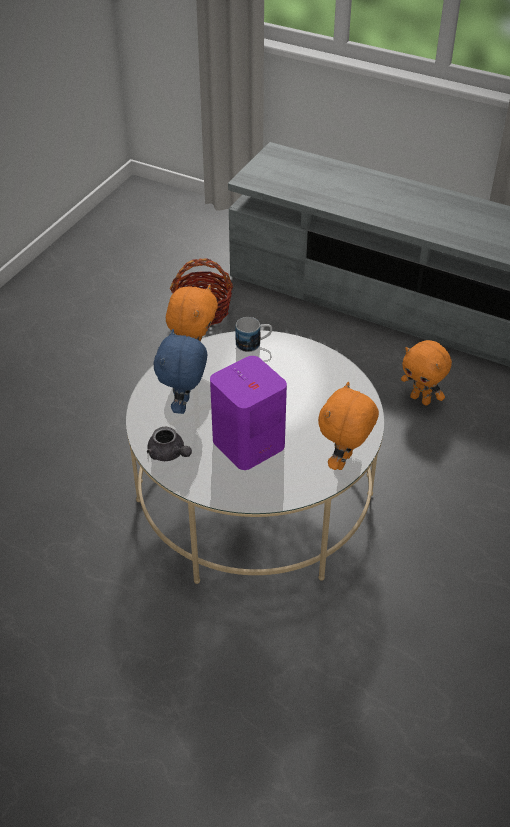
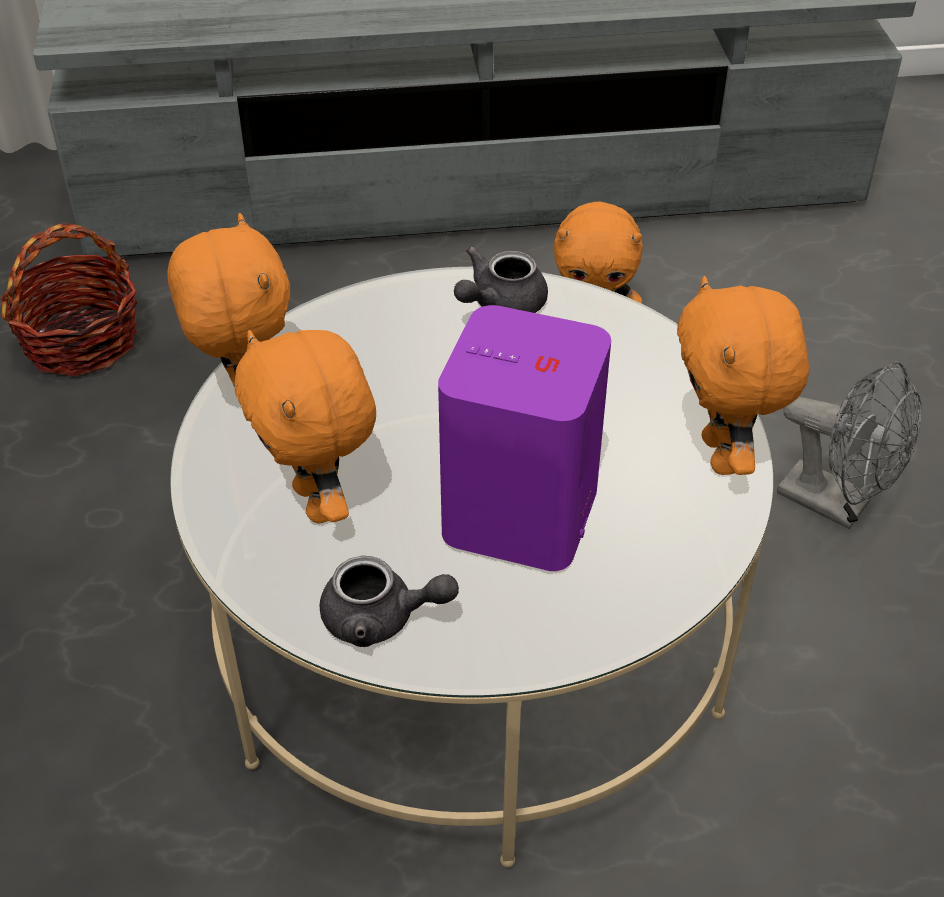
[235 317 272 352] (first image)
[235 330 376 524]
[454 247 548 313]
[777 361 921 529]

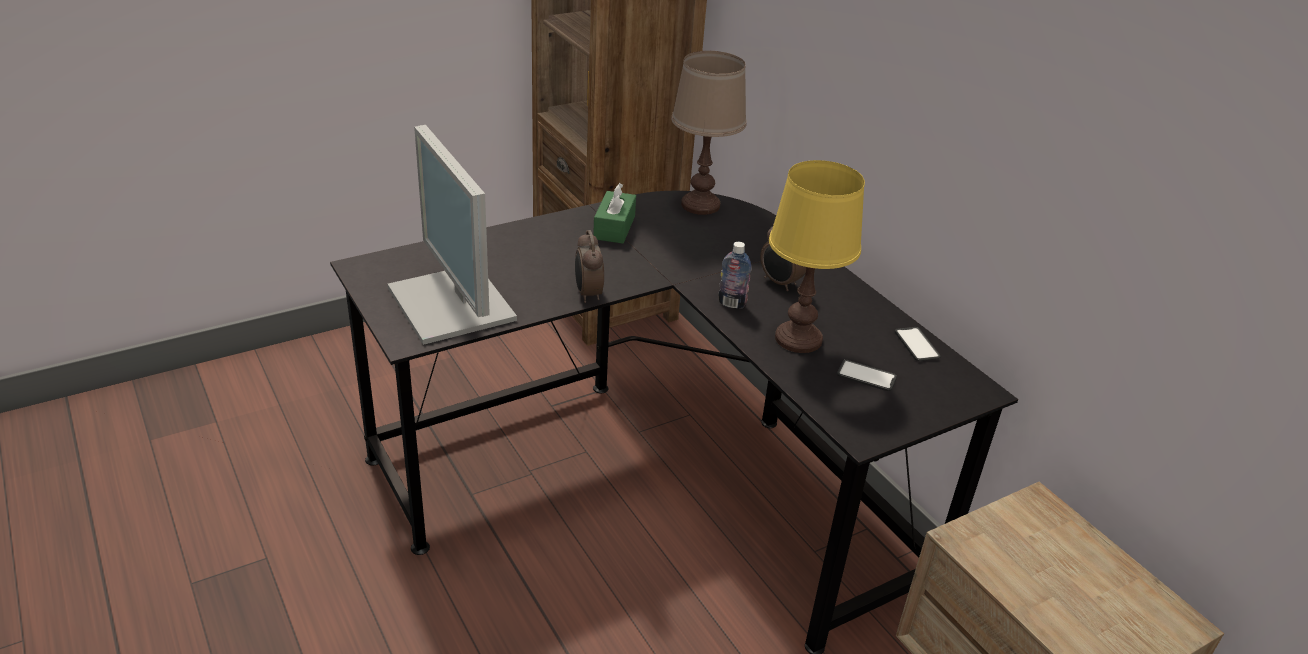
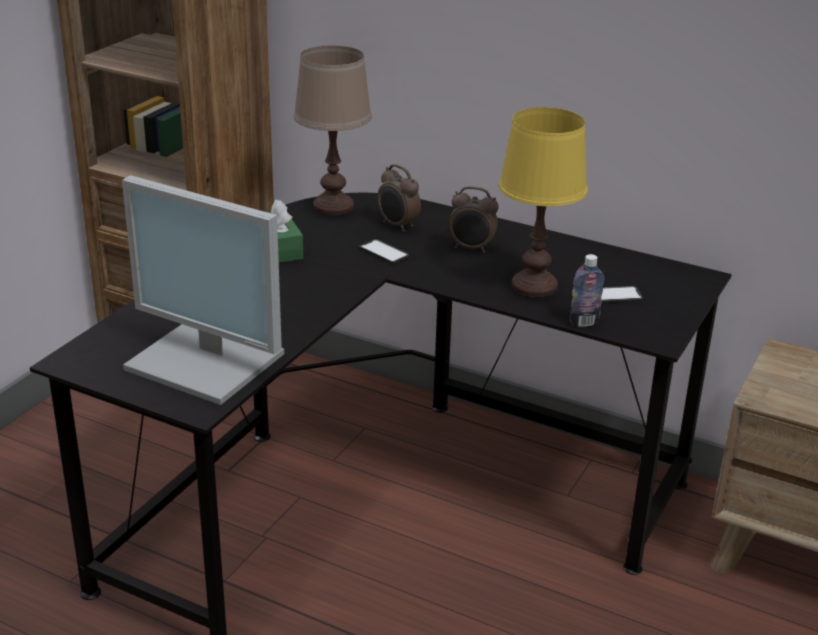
[377 164 421 232]
[570 254 604 327]
[359 239 409 264]

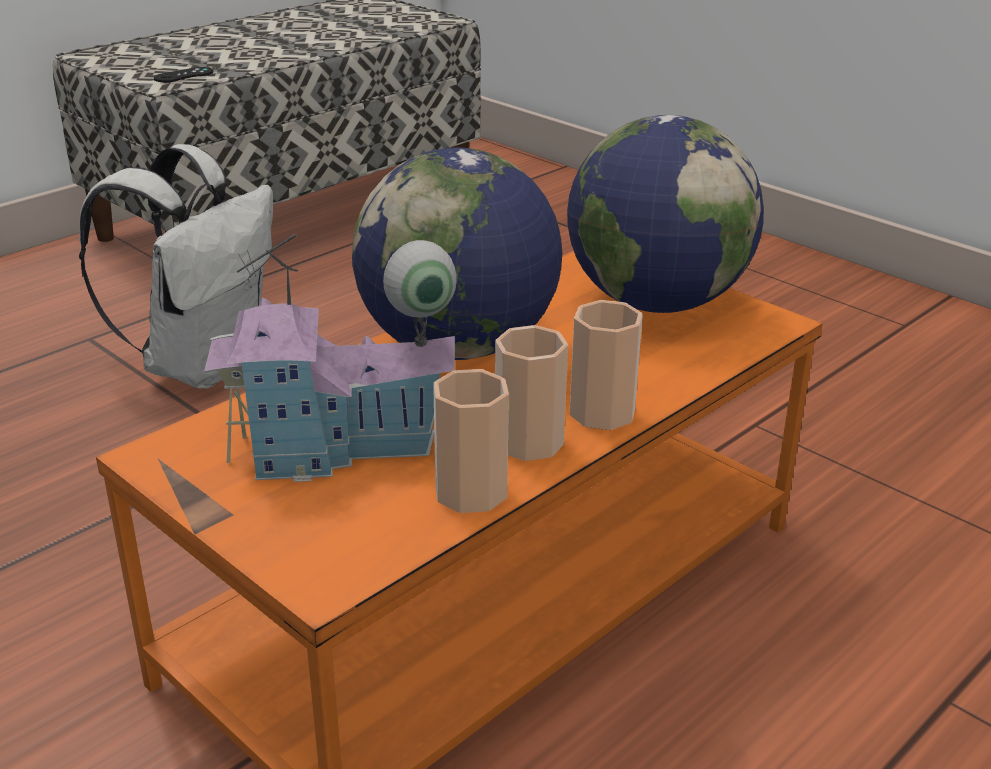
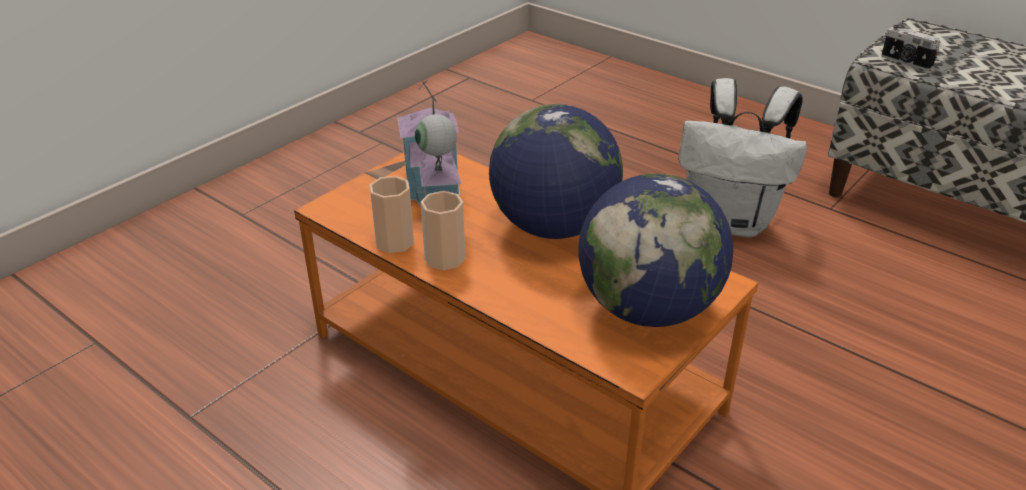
[881 25 940 71]
[569 300 643 430] (first image)

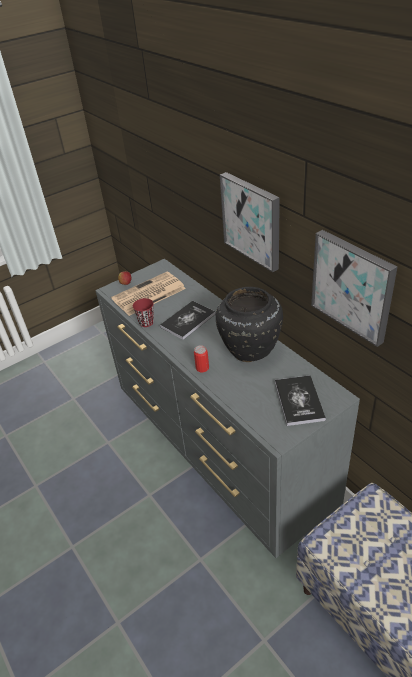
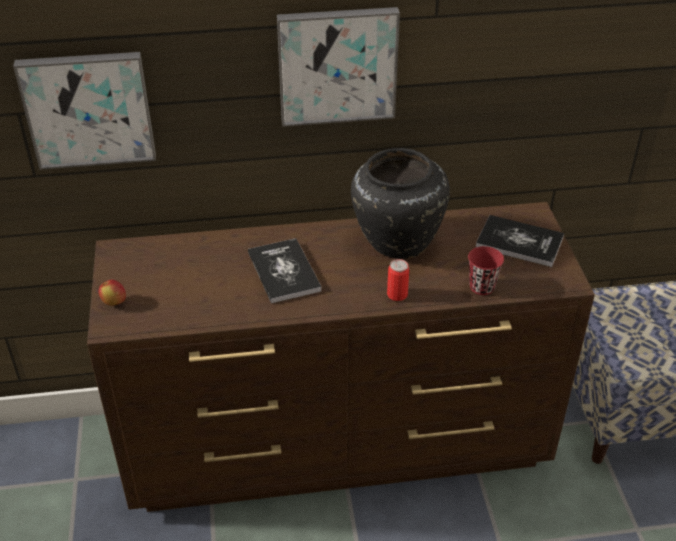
[13 52 156 170]
[87 202 595 512]
[111 272 186 316] (first image)
[468 246 504 295]

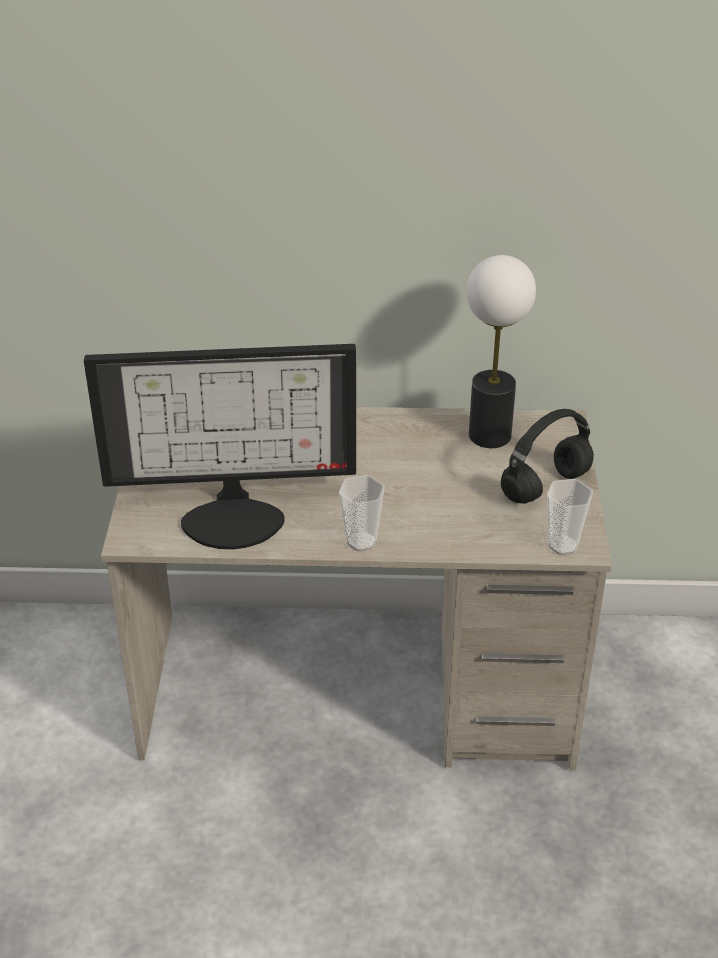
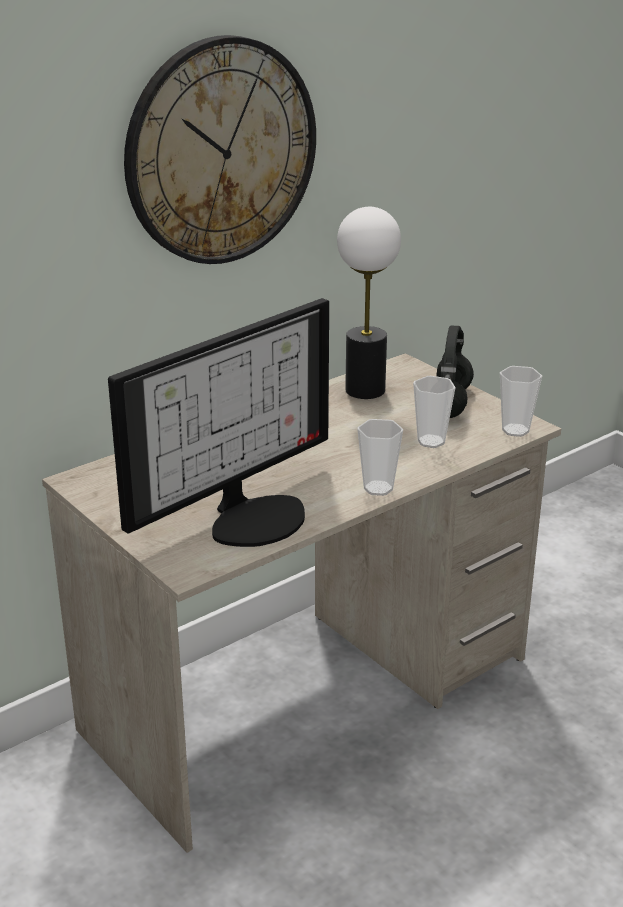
[124 35 316 264]
[413 376 456 448]

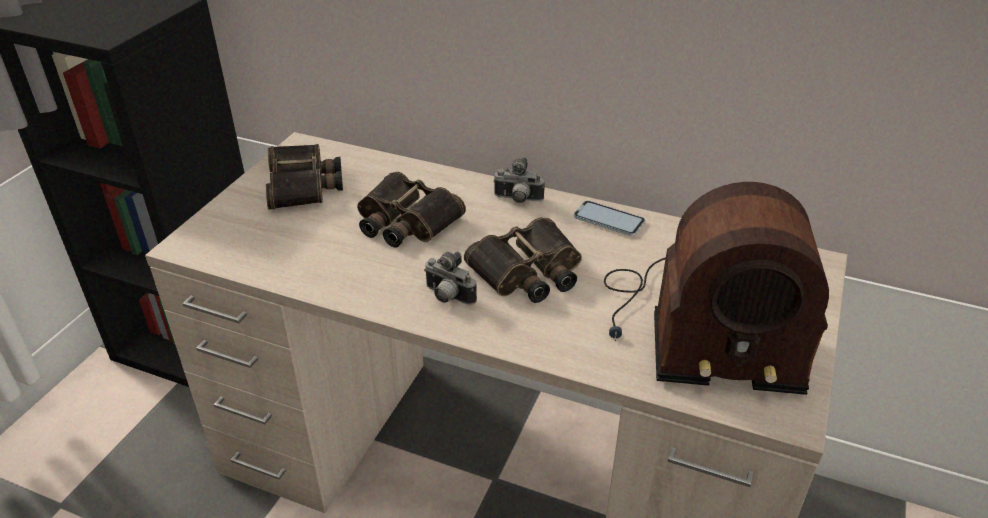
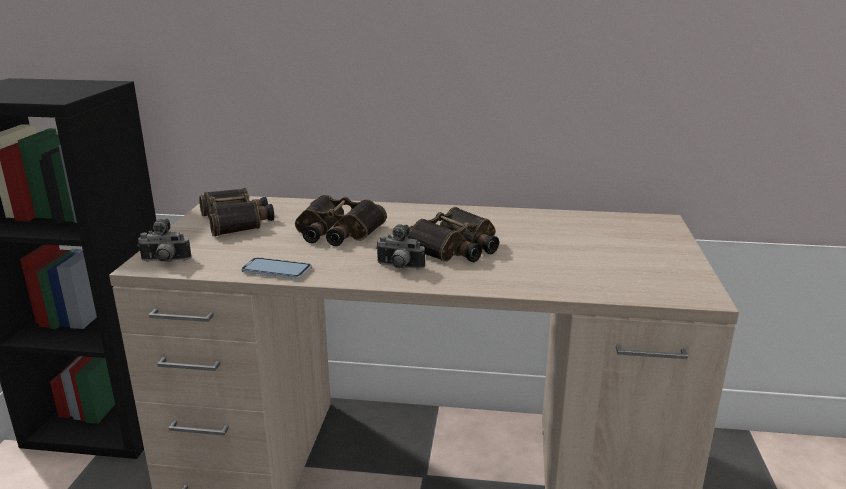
[137 219 191 262]
[604 182 829 395] (first image)
[241 257 312 279]

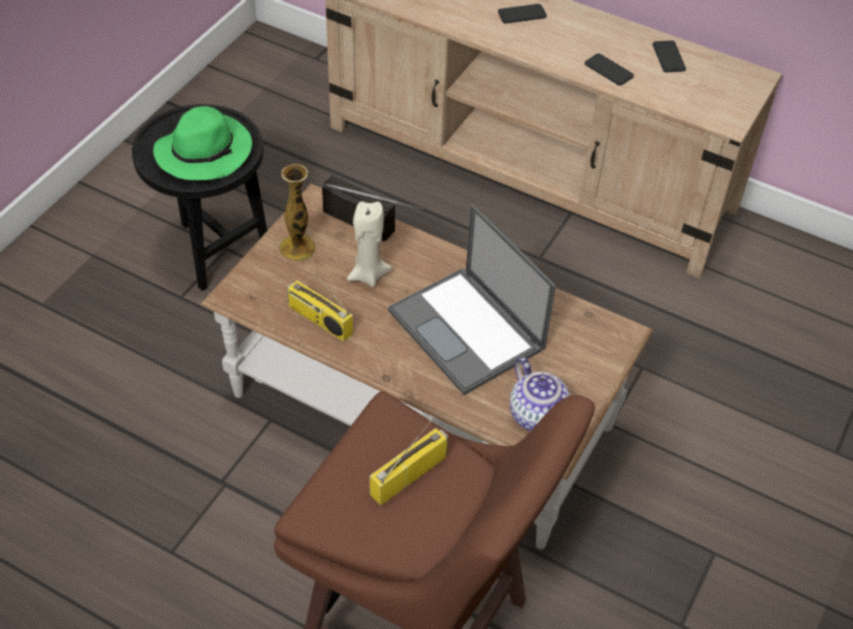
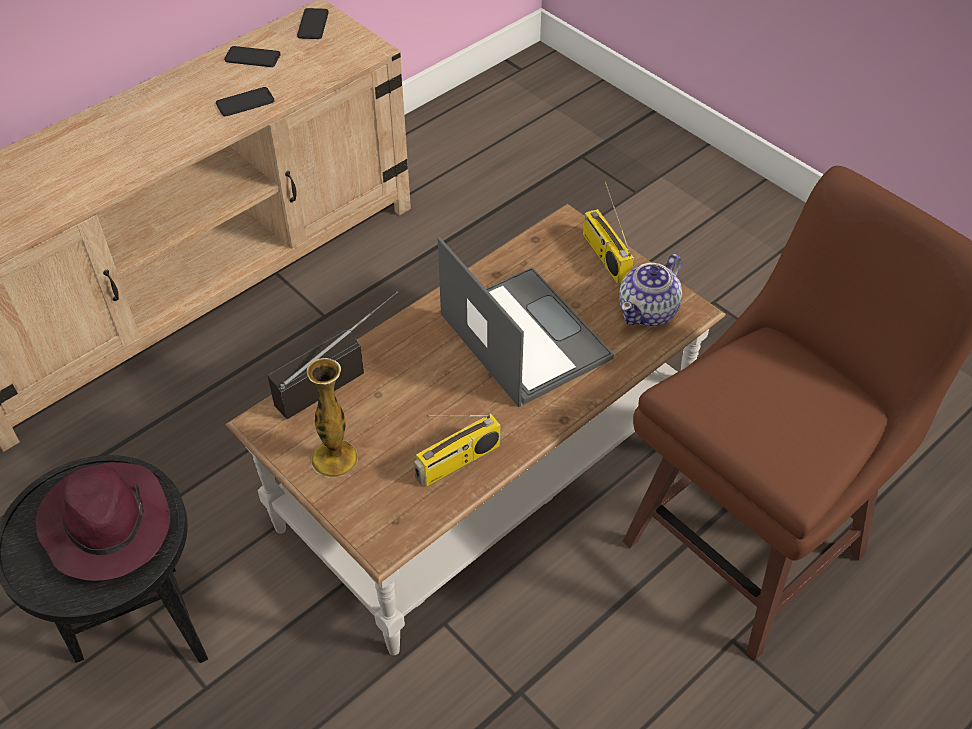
[297 8 329 39]
[36 462 170 581]
[347 201 392 287] (first image)
[438 237 614 407]
[619 254 682 326]
[583 181 634 284]

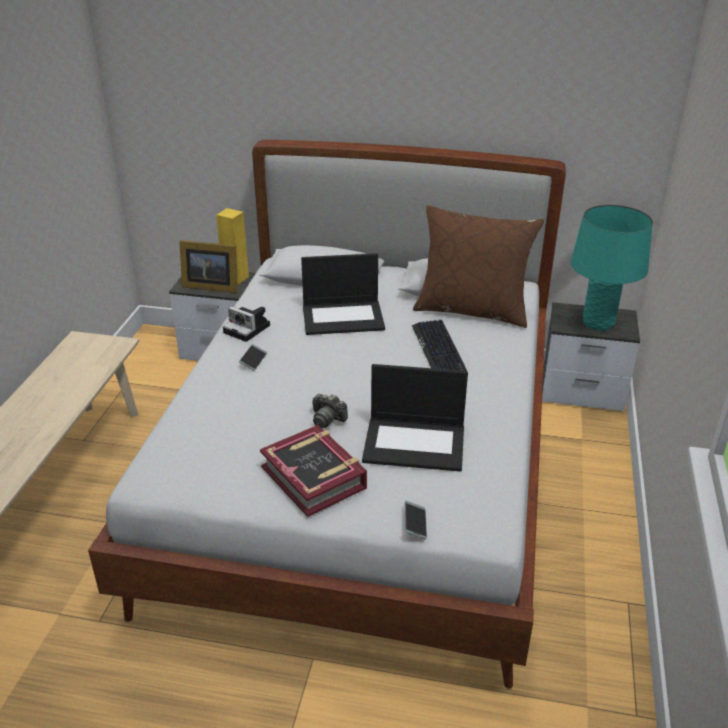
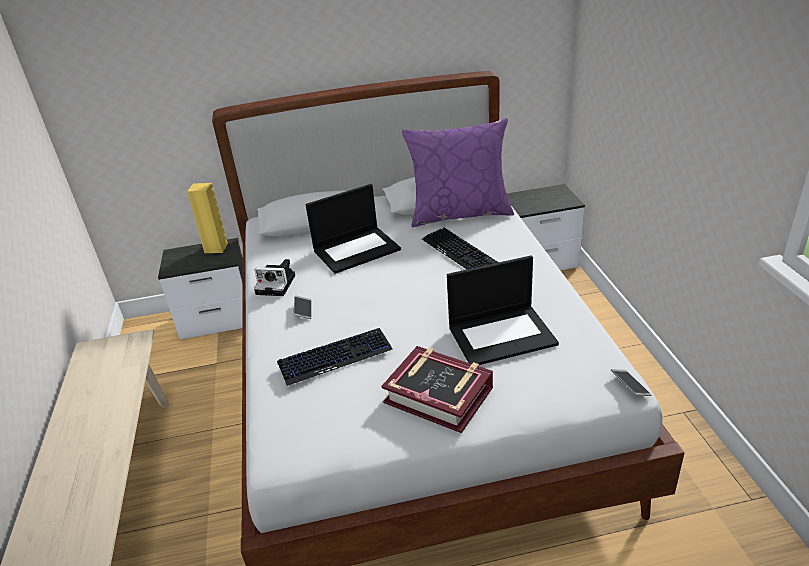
[402 118 514 227]
[571 205 653 331] (first image)
[179 240 237 293] (first image)
[312 394 348 428] (first image)
[611 369 651 396]
[277 328 393 386]

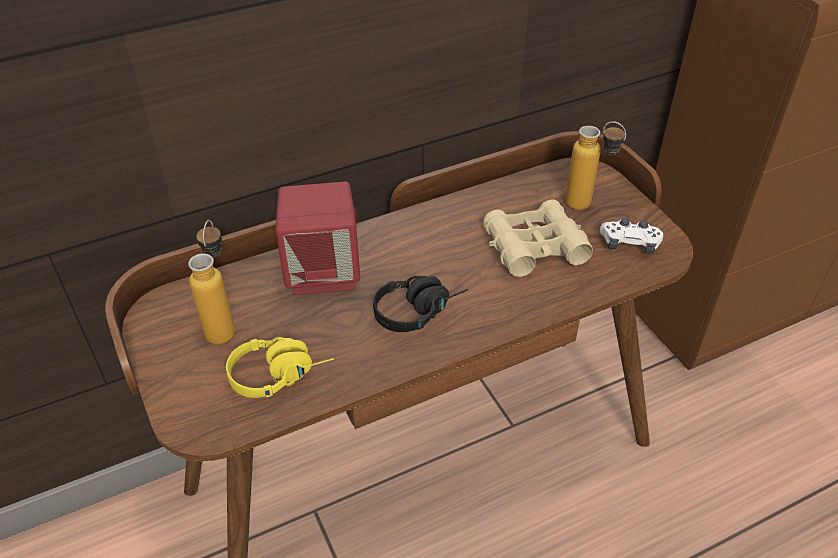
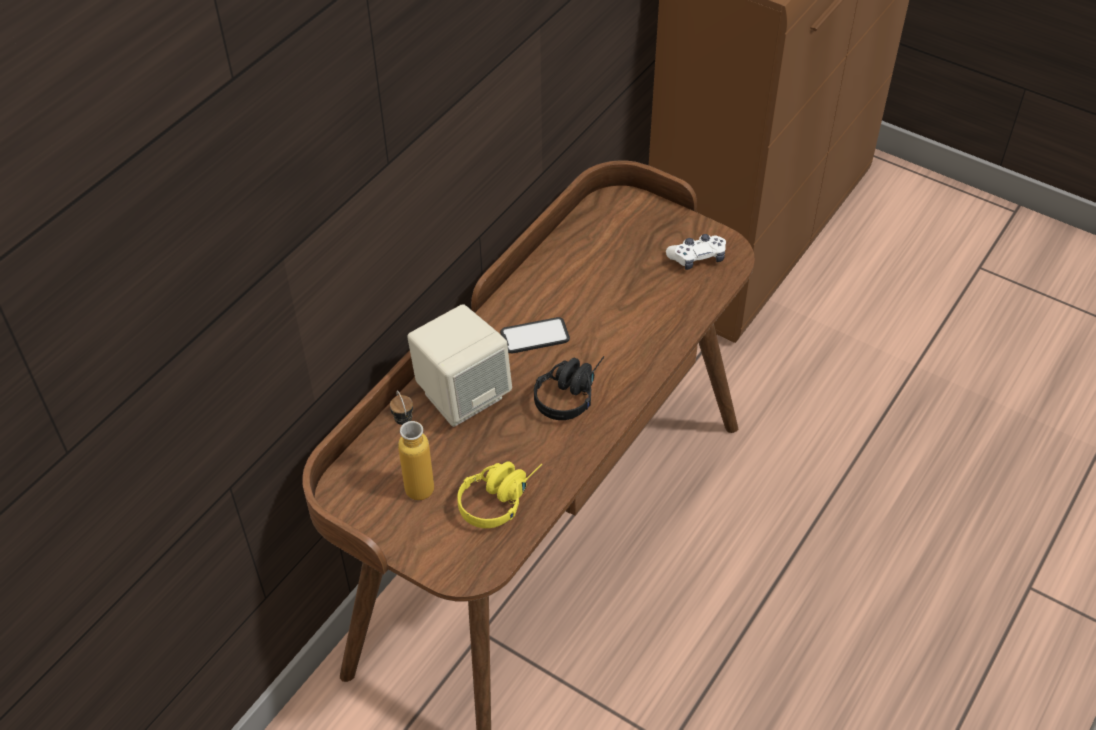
[565 121 626 210] (first image)
[407 304 512 427]
[483 199 593 277] (first image)
[500 317 570 353]

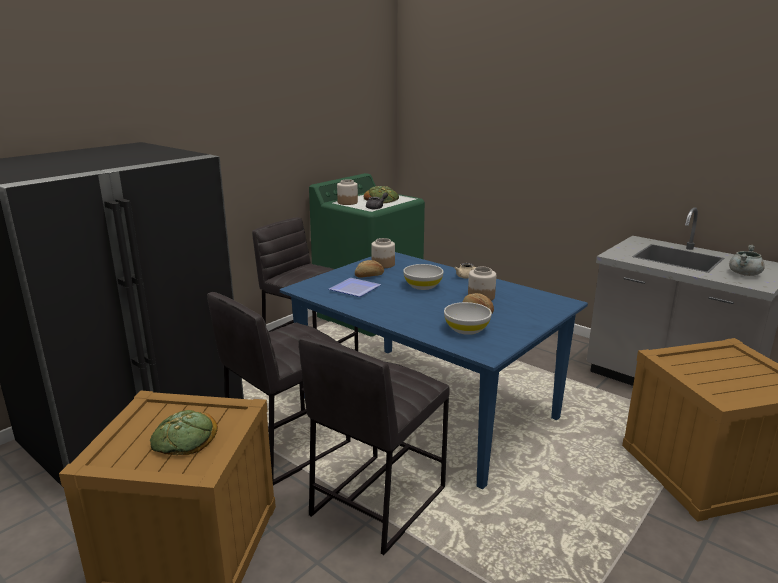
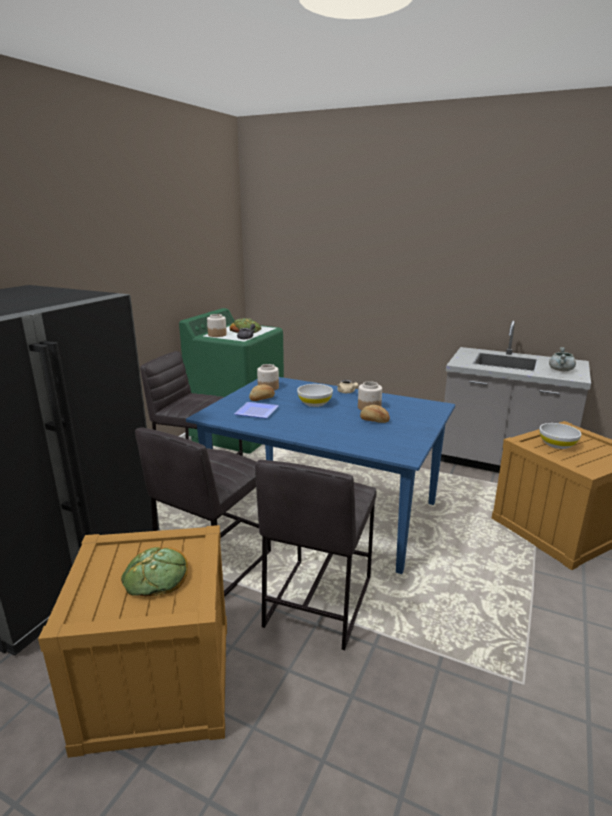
[539 423 581 449]

